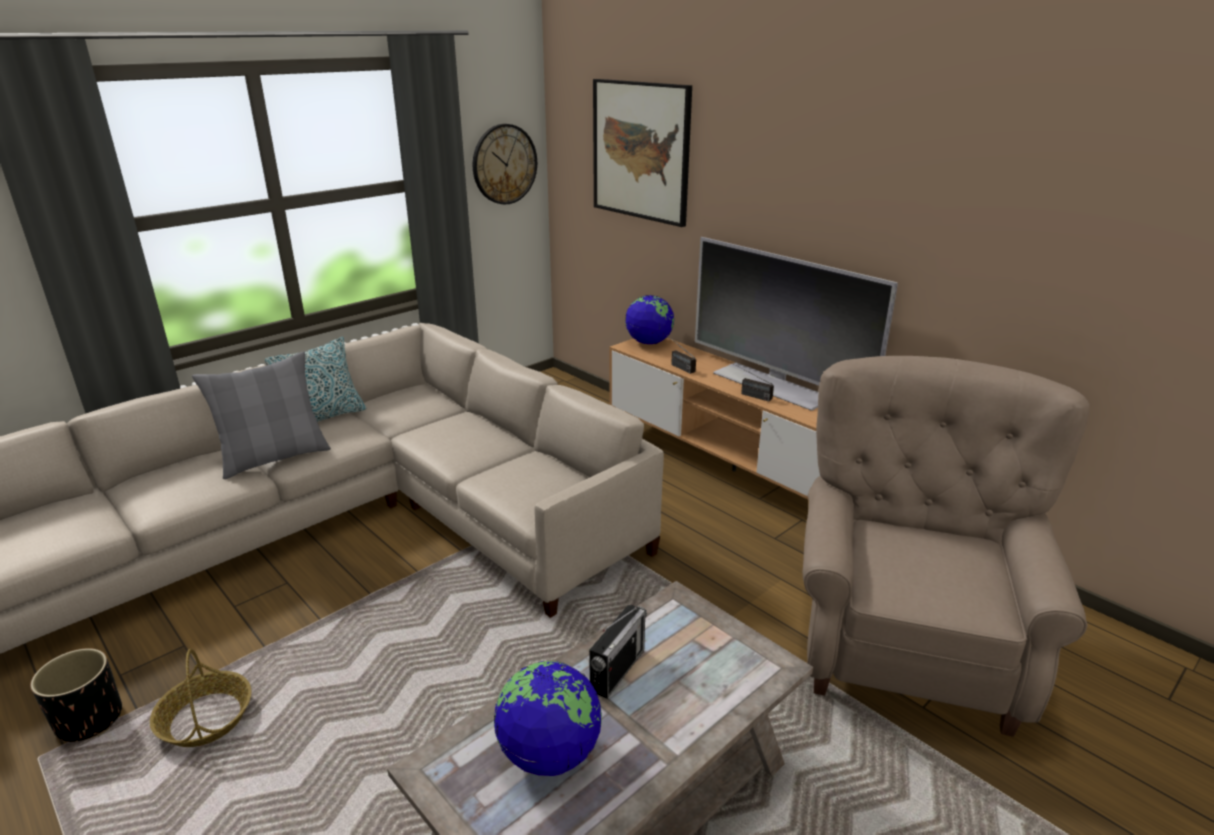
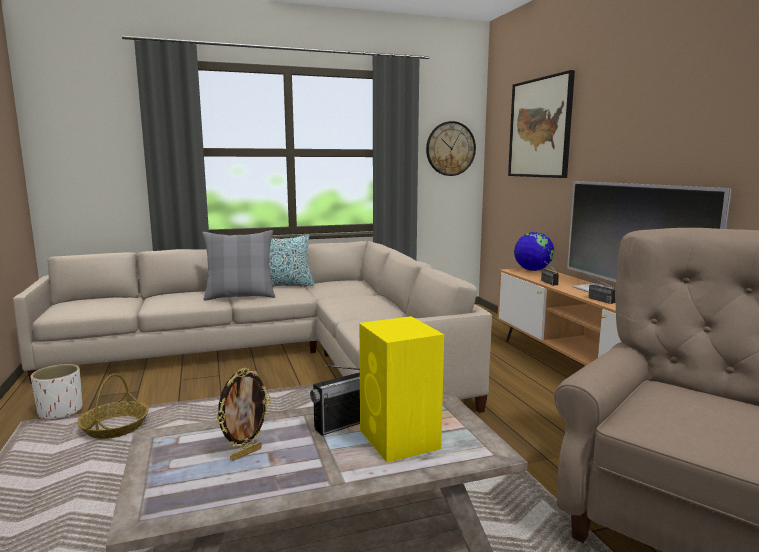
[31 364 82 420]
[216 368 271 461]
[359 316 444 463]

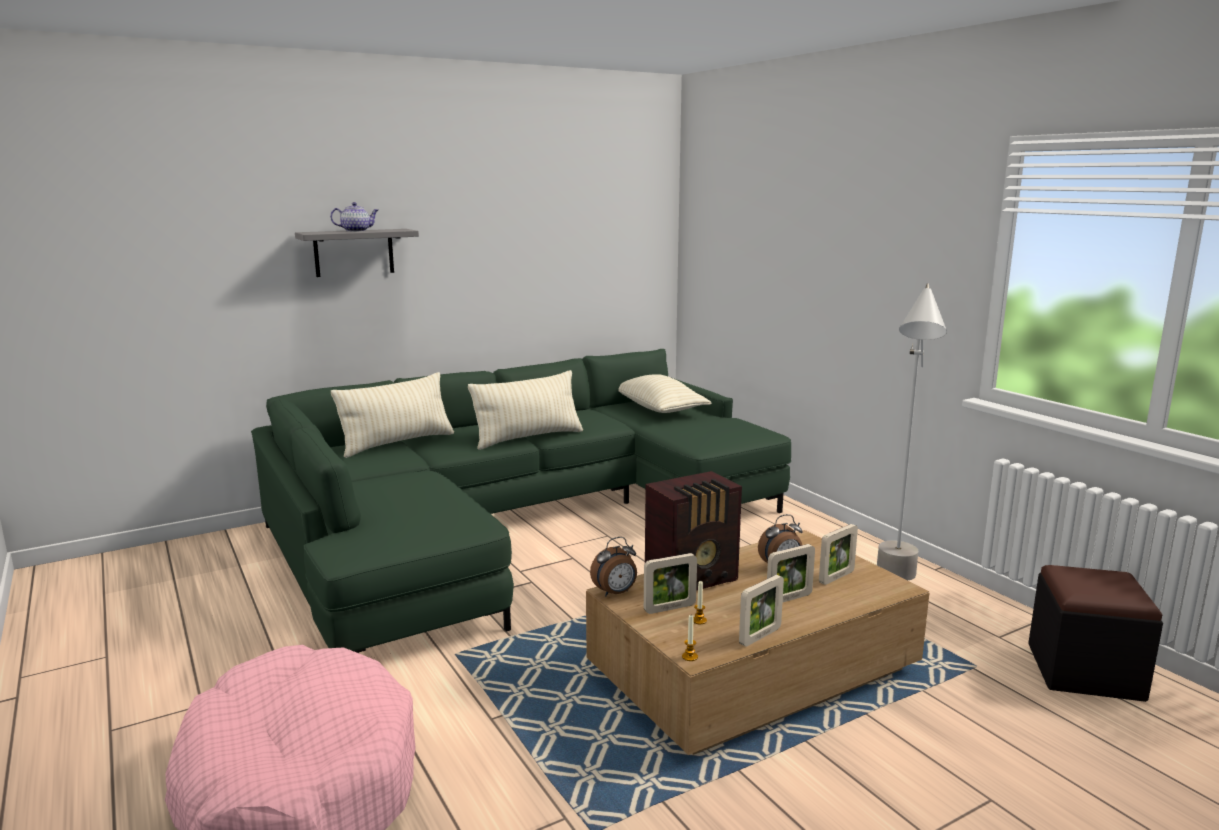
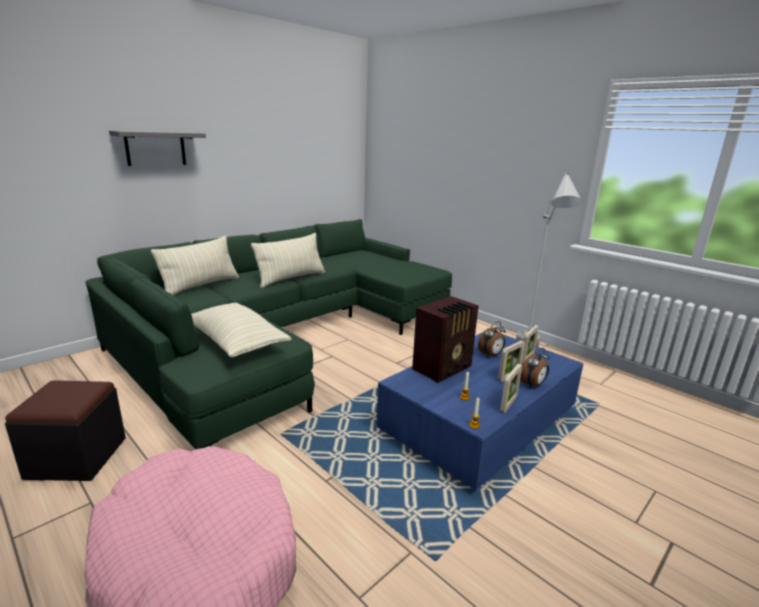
[330 202 378 232] (first image)
[191 303 291 357]
[376 332 584 490]
[520 348 549 388]
[644 553 697 614] (first image)
[5 380 126 481]

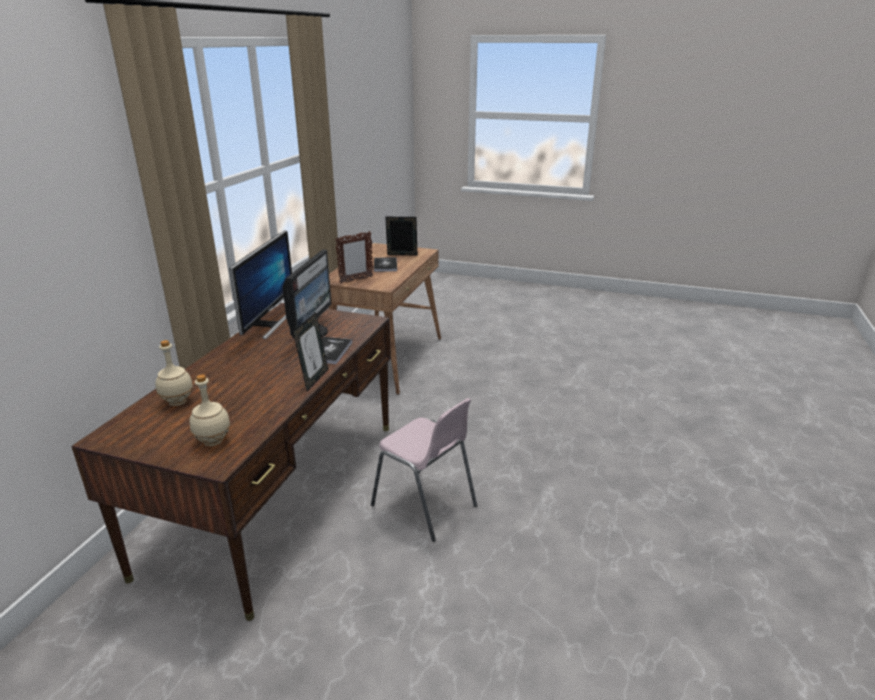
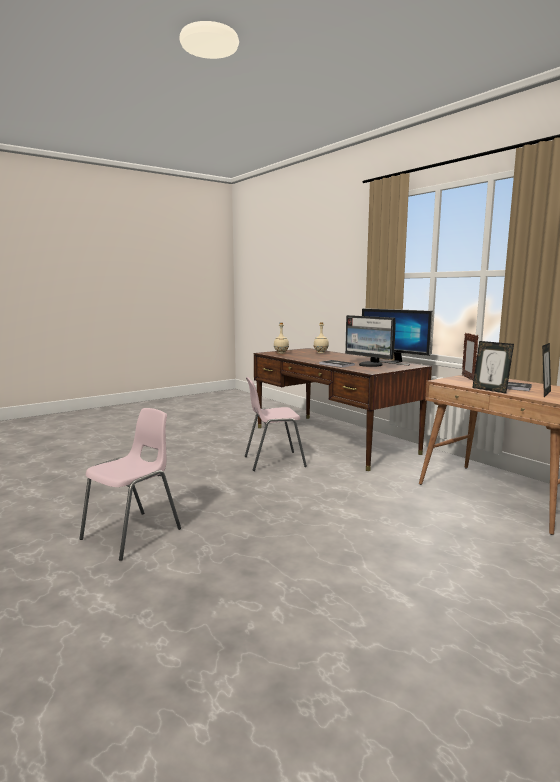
[472 341 514 393]
[79 408 181 561]

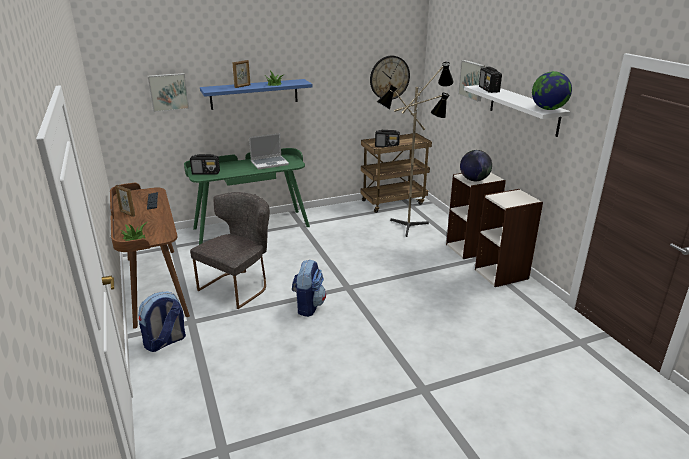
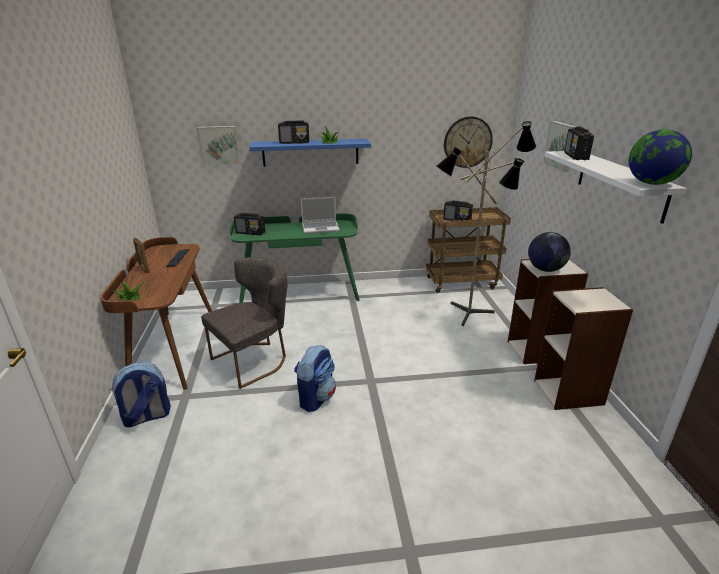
[278 120 309 144]

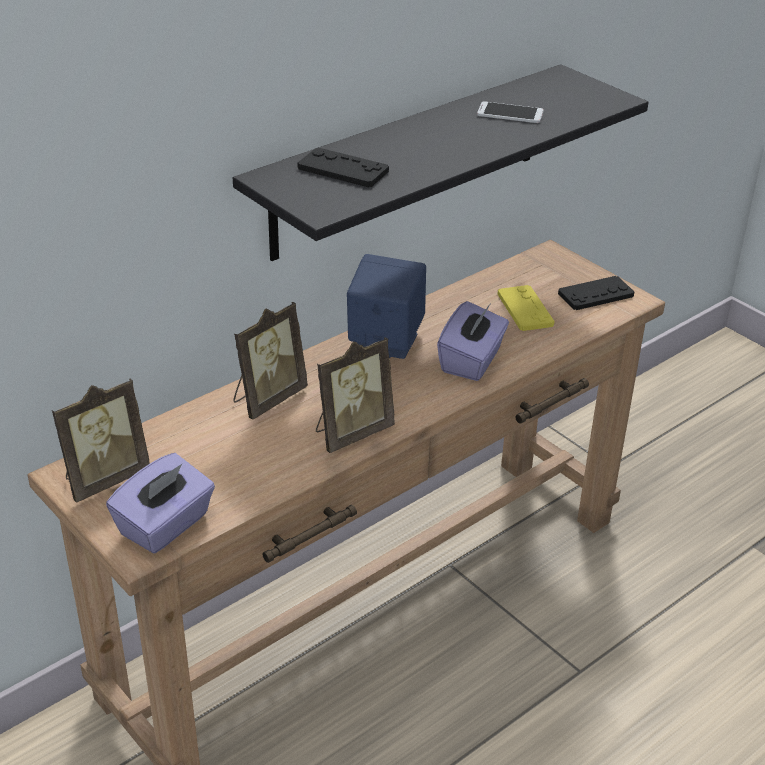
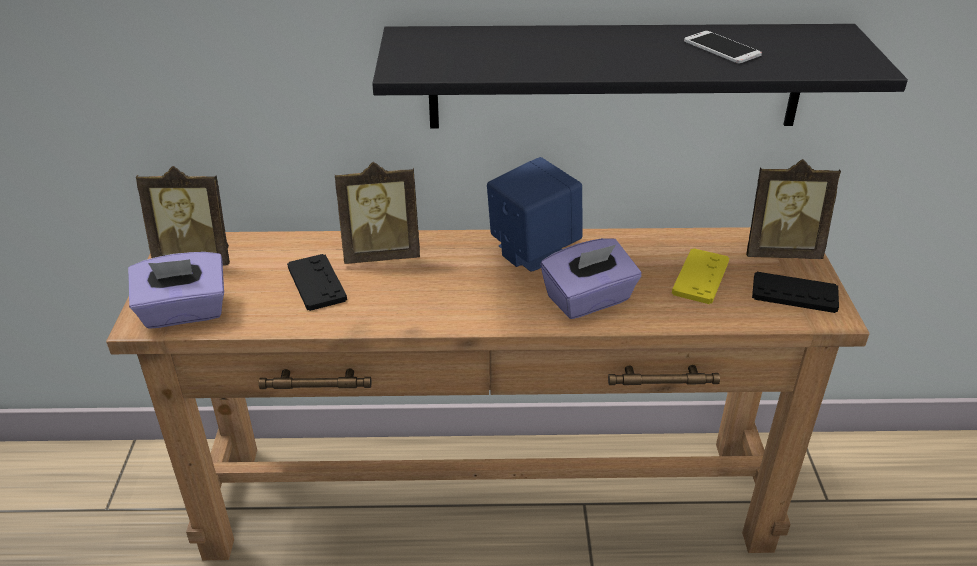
[287 254 347 311]
[746 159 841 259]

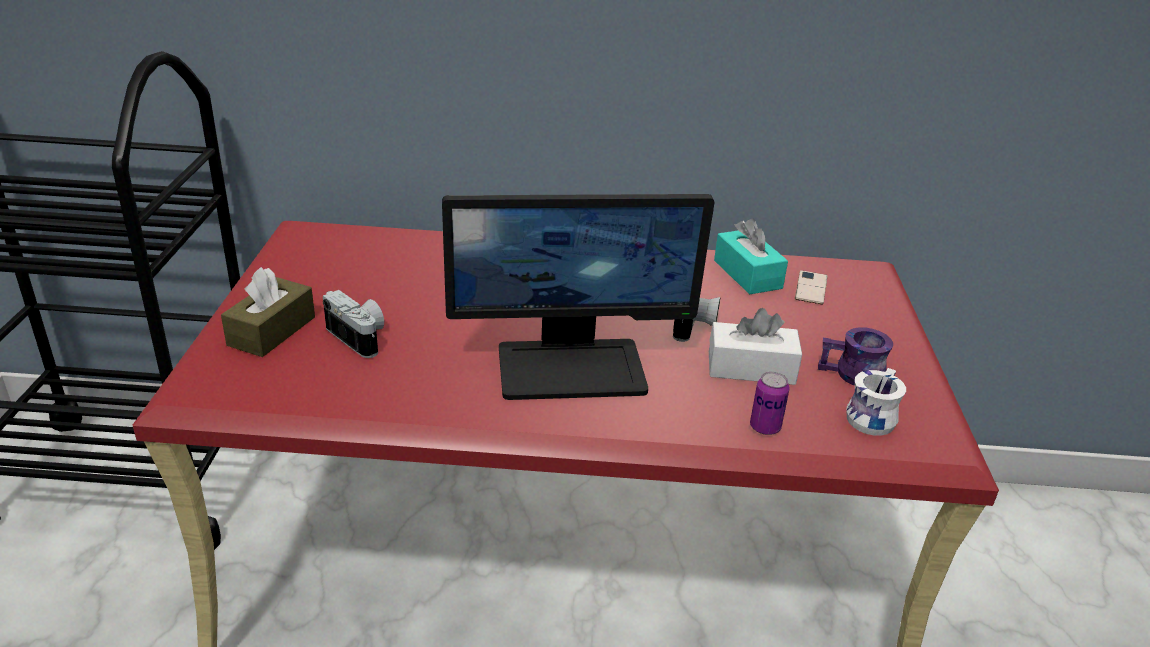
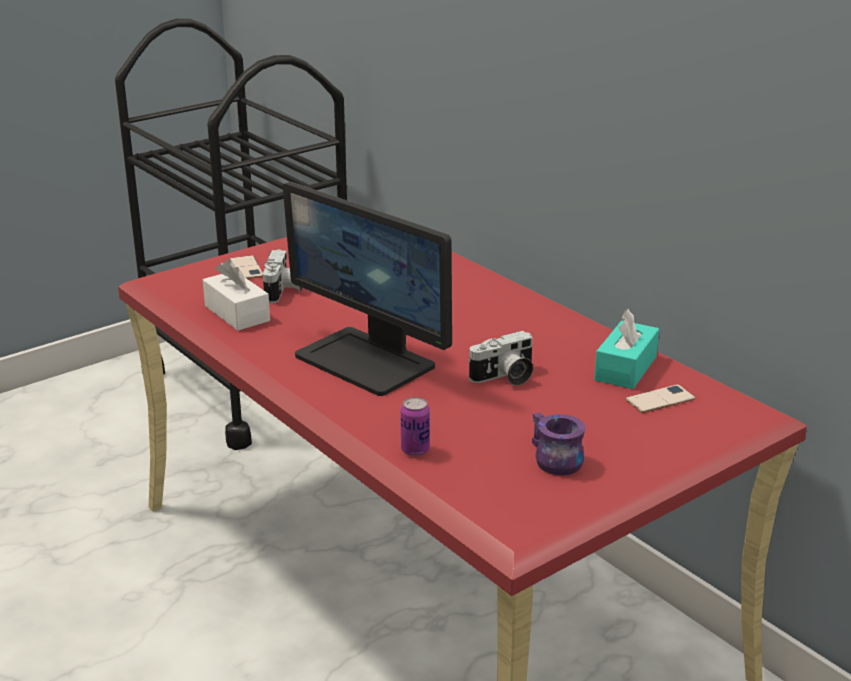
[230 255 263 279]
[203 259 270 331]
[846 368 906 436] (first image)

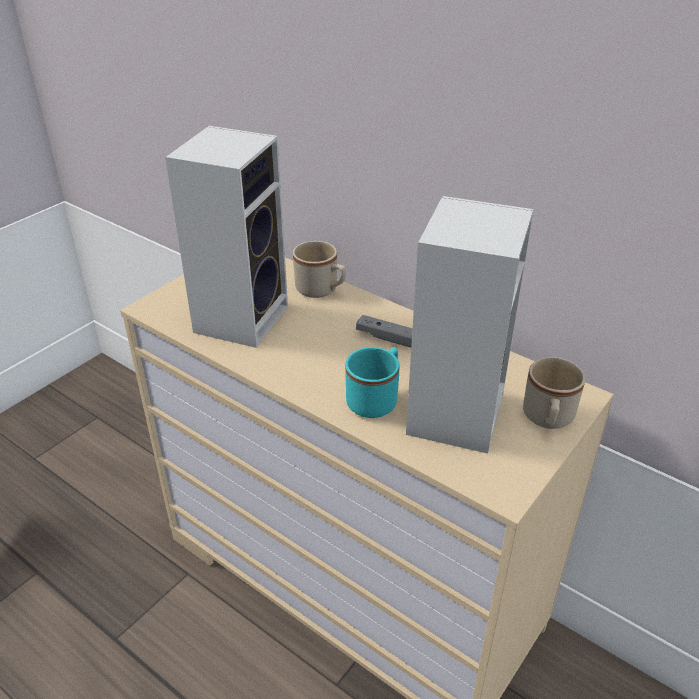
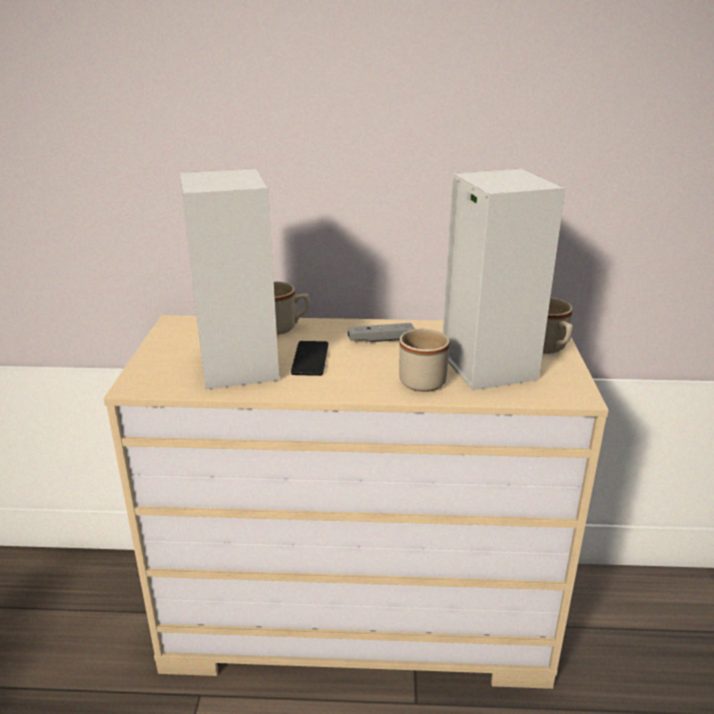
[399 328 450 392]
[291 341 328 376]

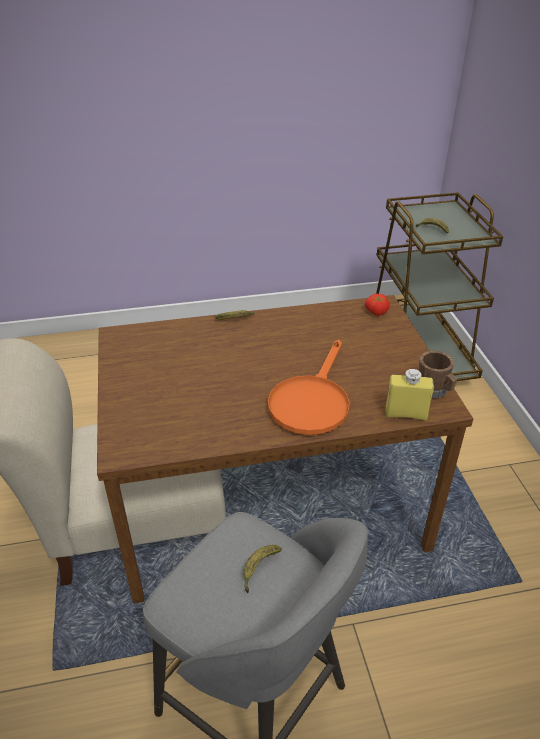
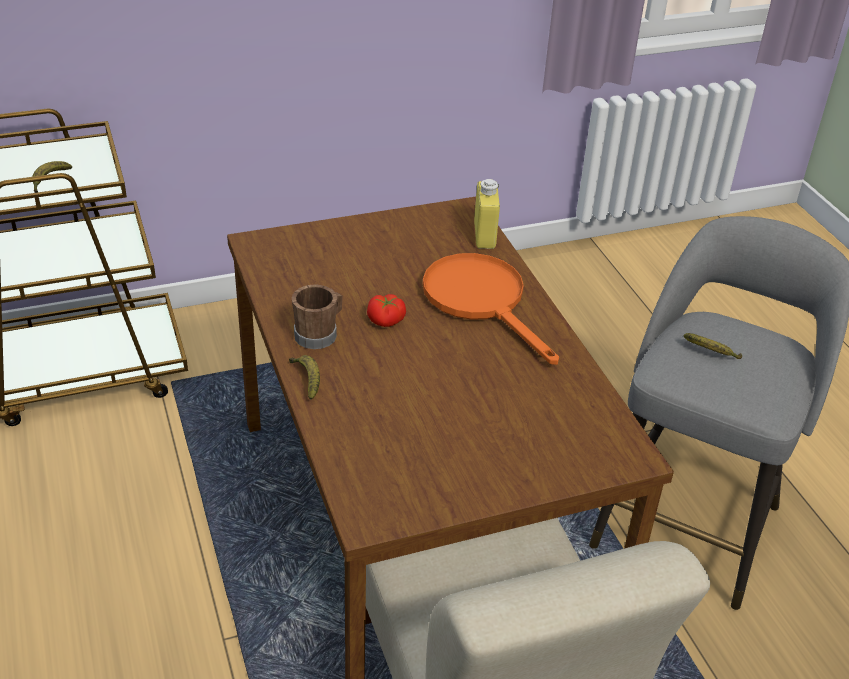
[367 294 406 327]
[423 253 559 365]
[291 284 343 349]

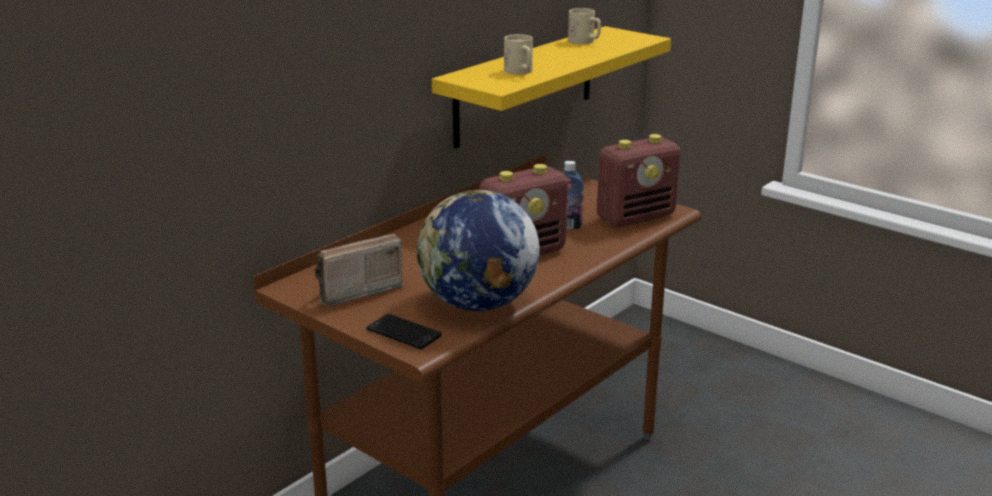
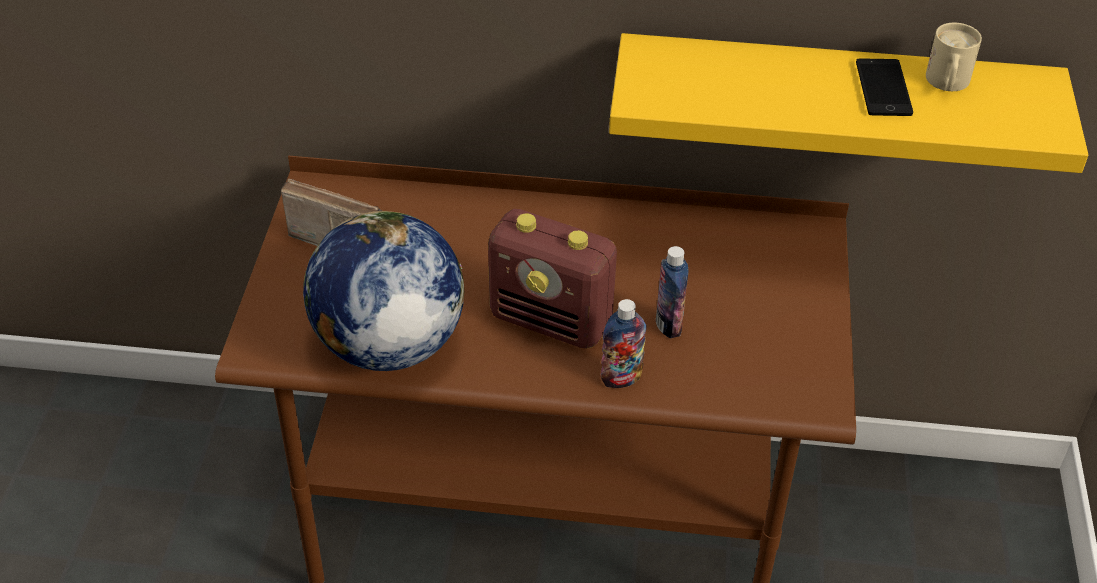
[504 34 533 75] (first image)
[597 134 680 227] (first image)
[856 58 913 116]
[600 299 647 388]

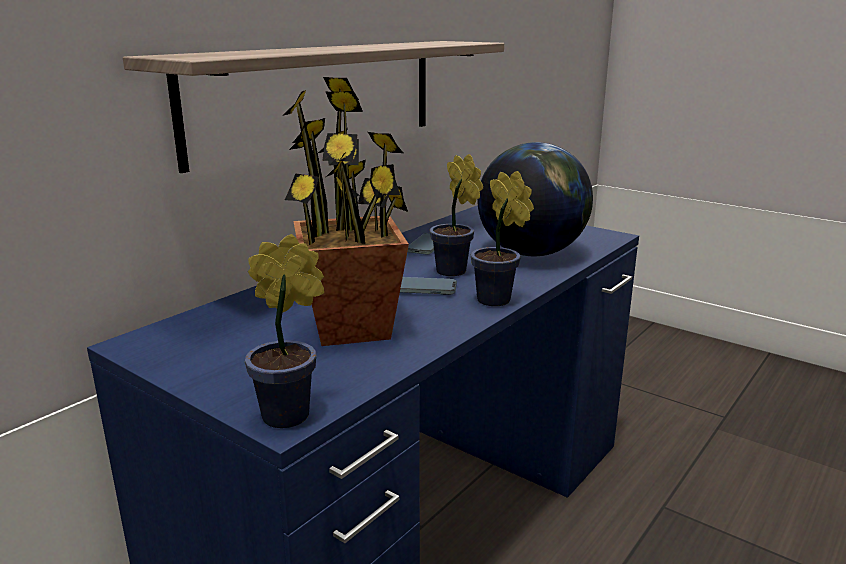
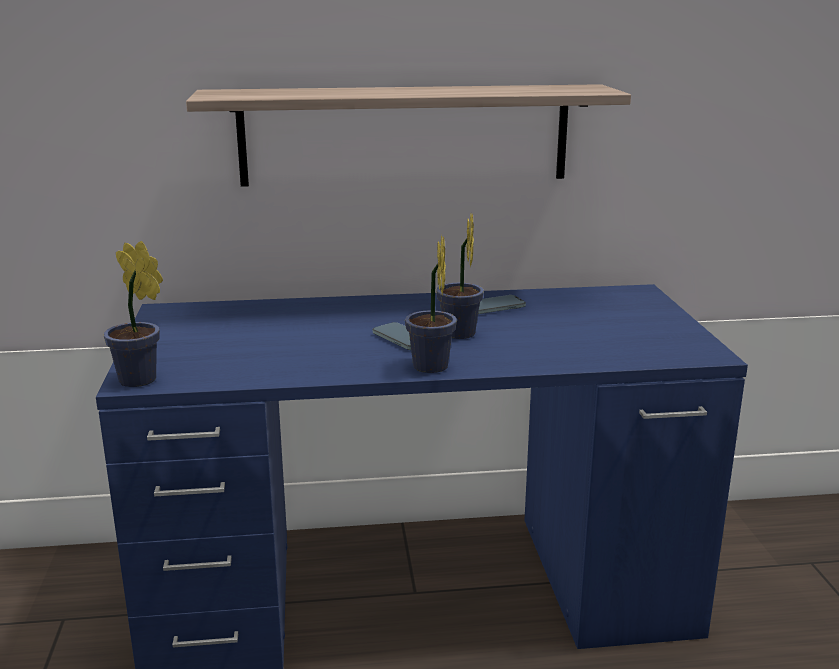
[282 77 409 346] (first image)
[477 142 593 257] (first image)

